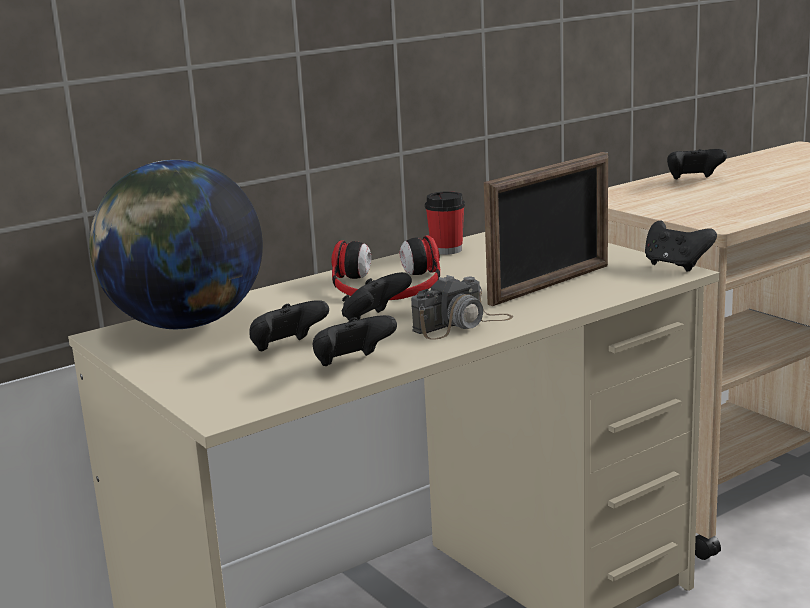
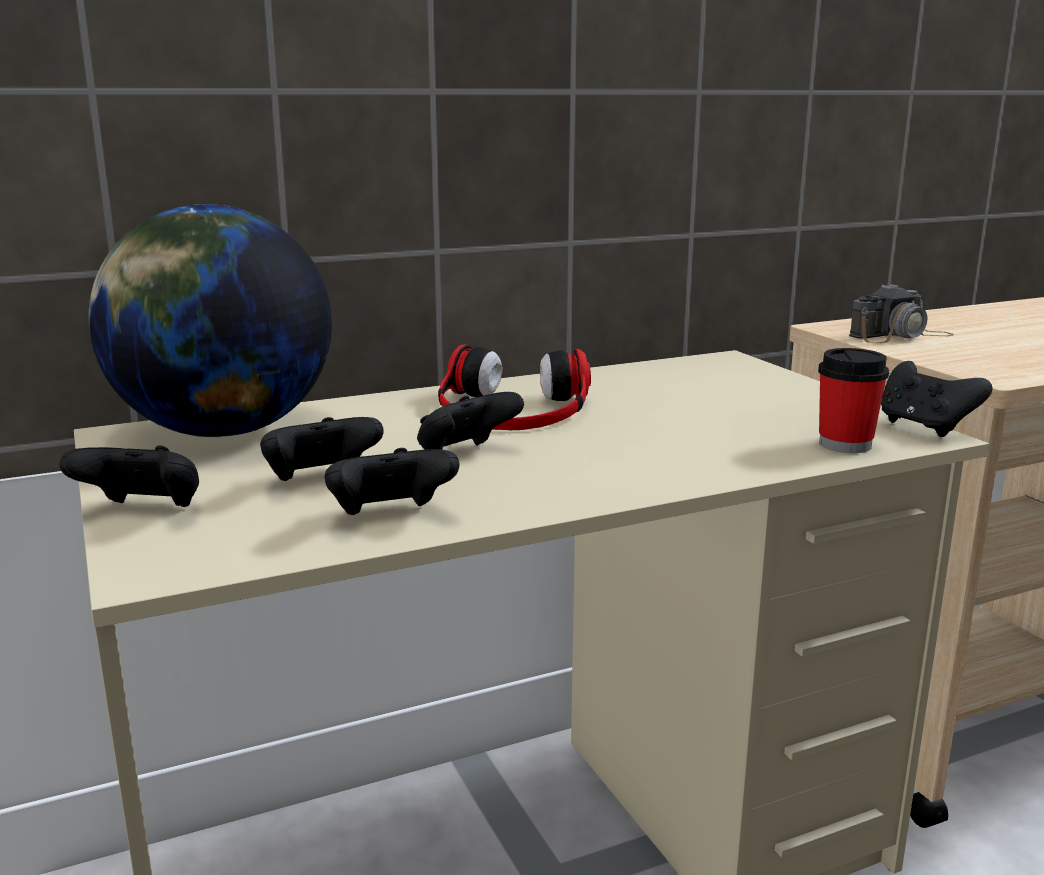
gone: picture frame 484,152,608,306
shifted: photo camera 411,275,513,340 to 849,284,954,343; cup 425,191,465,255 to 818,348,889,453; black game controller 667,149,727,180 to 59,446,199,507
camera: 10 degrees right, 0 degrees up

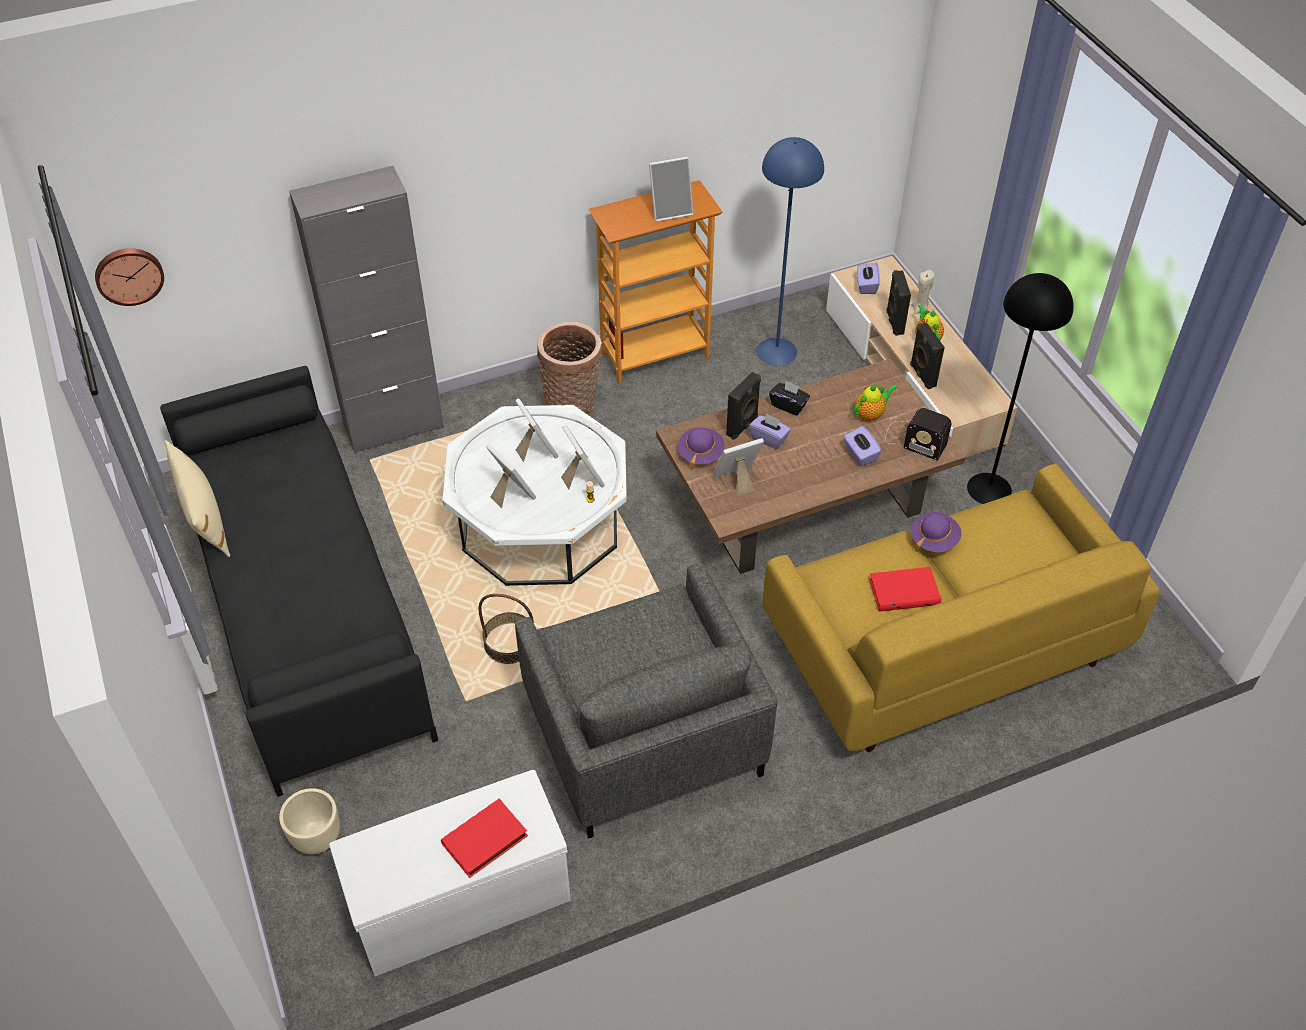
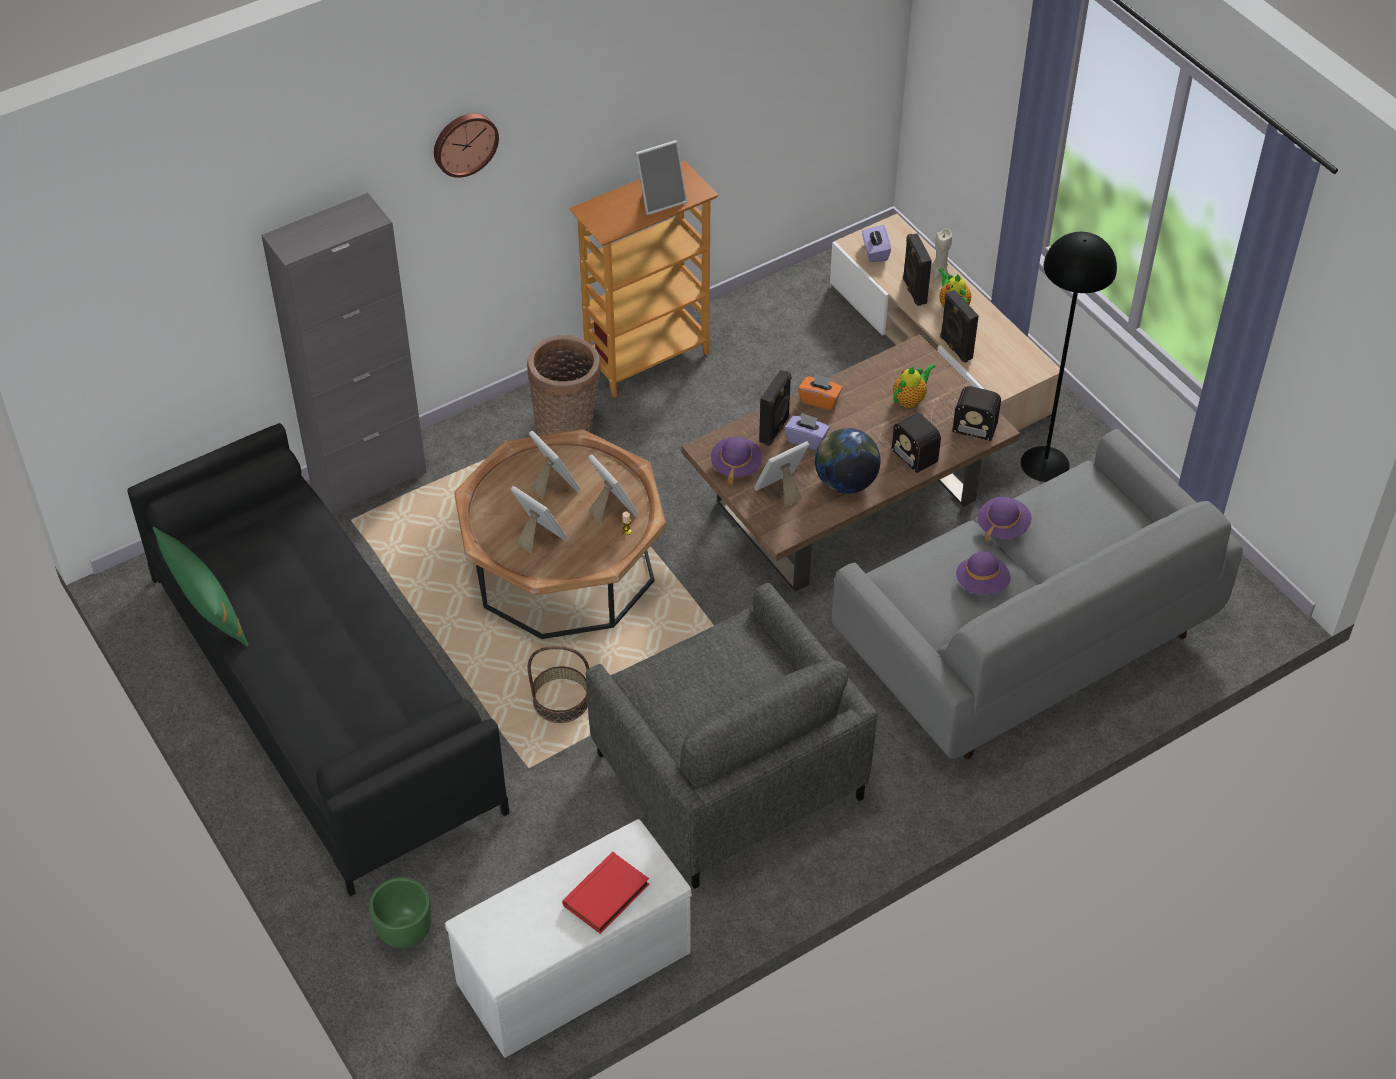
gone: blue floor lamp 757,137,824,366
new: globe 815,428,881,494
shifted: wall clock 95,248,164,306 to 434,114,499,178
swapped: purple tissue box 844,426,881,466 to radio 879,412,941,473; red book 869,567,941,612 to purple hat 956,551,1011,595
repainted: beige pillow 165,440,230,557 to green pillow 153,527,249,646; beige planter 279,788,340,854 to green planter 369,877,431,948; white coffee table 443,405,627,586 to brown coffee table 454,429,666,639; yellow sofa 762,464,1160,752 to grey sofa 832,429,1243,759; black tissue box 769,380,810,416 to orange tissue box 798,374,843,410
camera: 10 degrees left, 0 degrees up

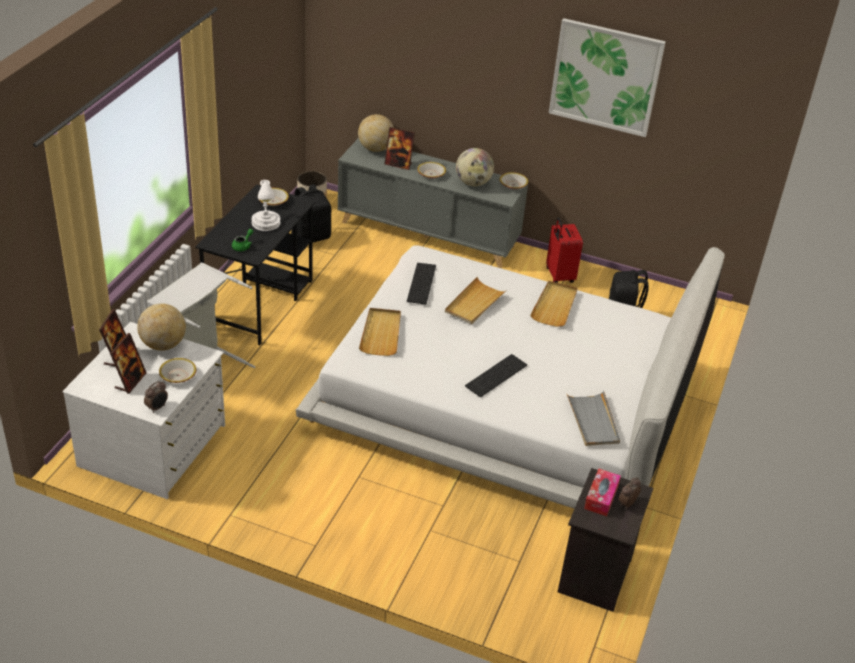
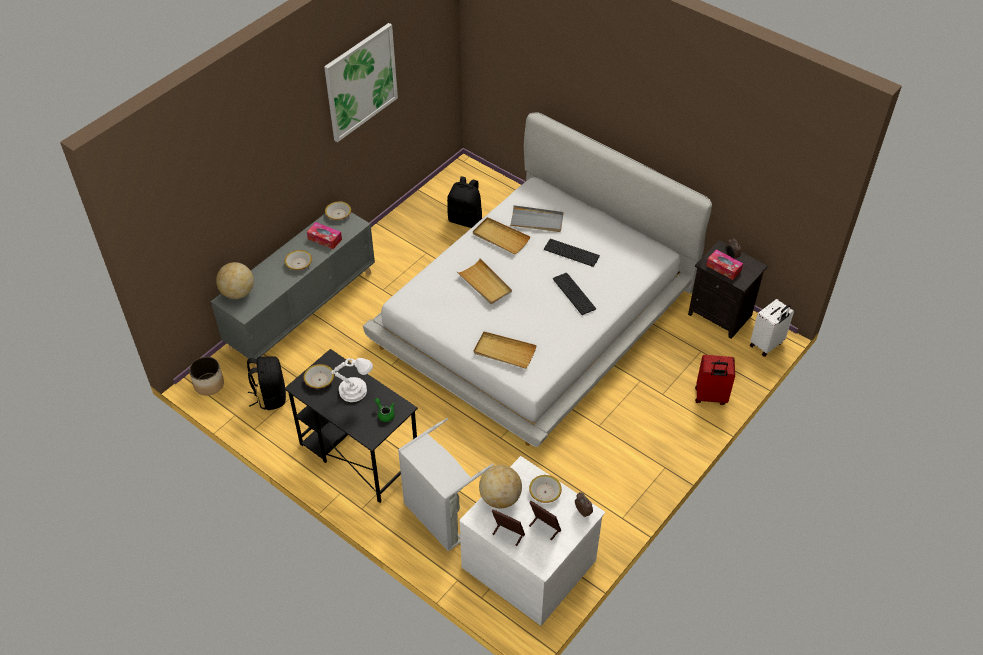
gone: picture frame 384,127,415,170
new: white suitcase 750,299,794,357
shifted: keyboard 407,263,436,305 to 544,239,600,267; red suitcase 546,218,583,283 to 695,355,735,405; grey tray 566,391,620,446 to 510,205,563,232
swapped: globe 456,148,494,186 to tissue box 307,222,342,249
camera: 70 degrees left, 10 degrees up

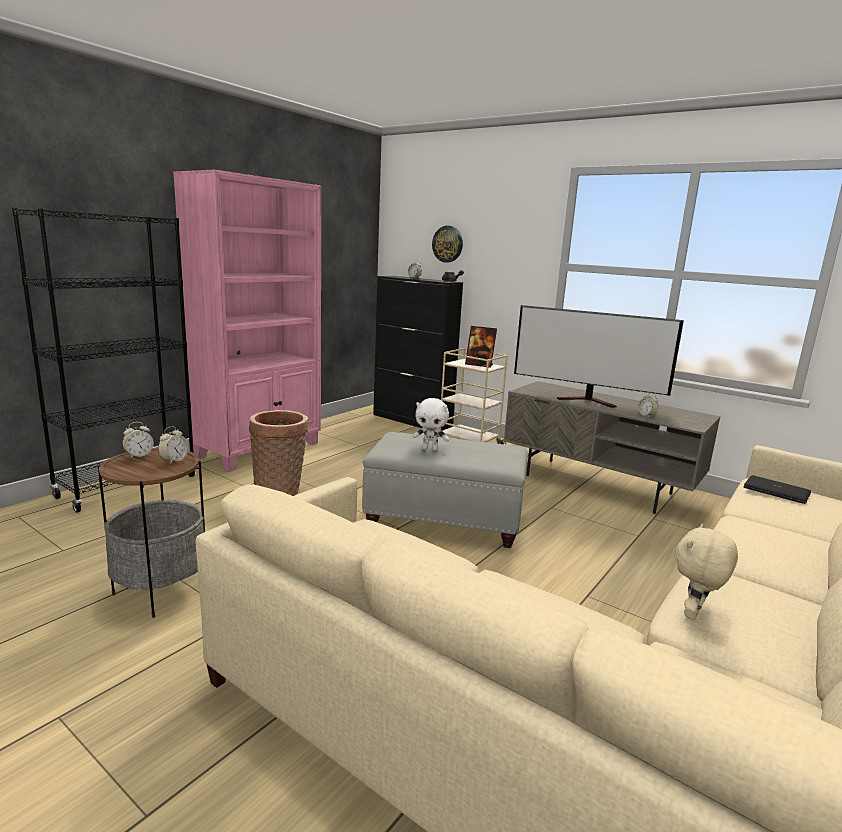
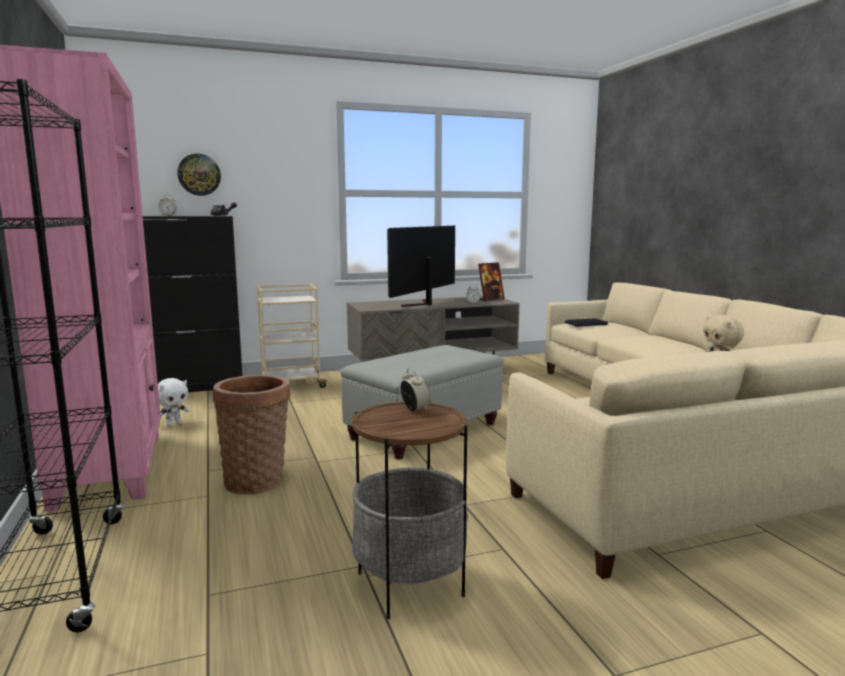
gone: alarm clock 123,422,154,458
shifted: white plush toy 412,398,449,451 to 158,378,190,427; picture frame 465,326,497,368 to 478,262,505,301
rotated: television 514,305,684,408 = 387,226,455,307 150 degrees clockwise
camera: 55 degrees left, 5 degrees down

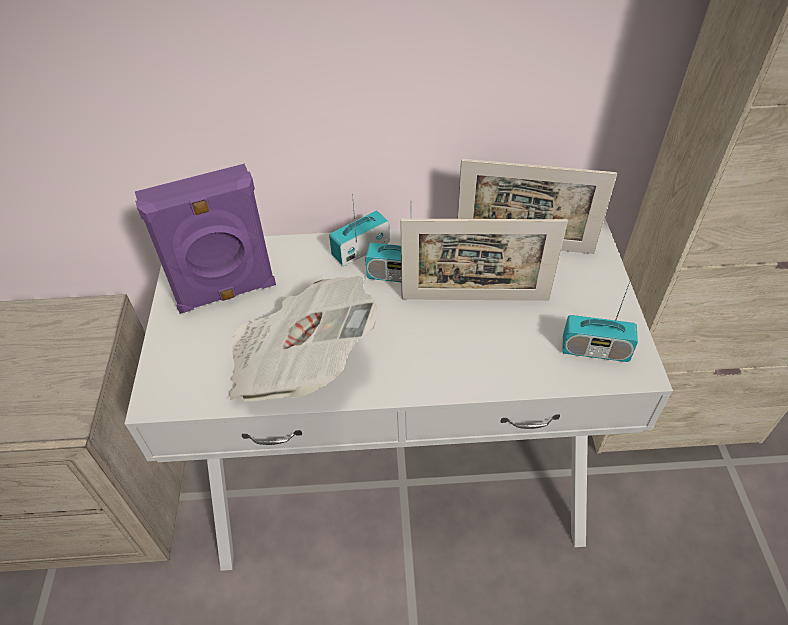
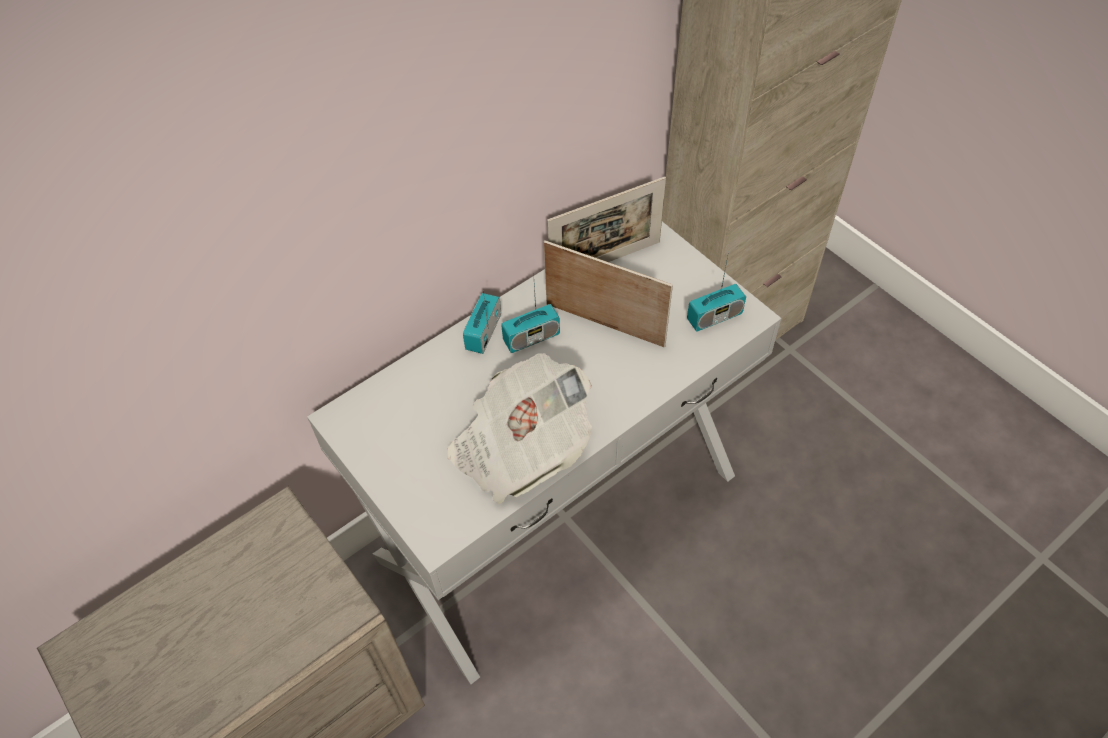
gone: purple speaker 135,164,276,314
rotated: picture frame 400,219,568,301 = 544,240,673,347 120 degrees counterclockwise
camera: 35 degrees left, 5 degrees up

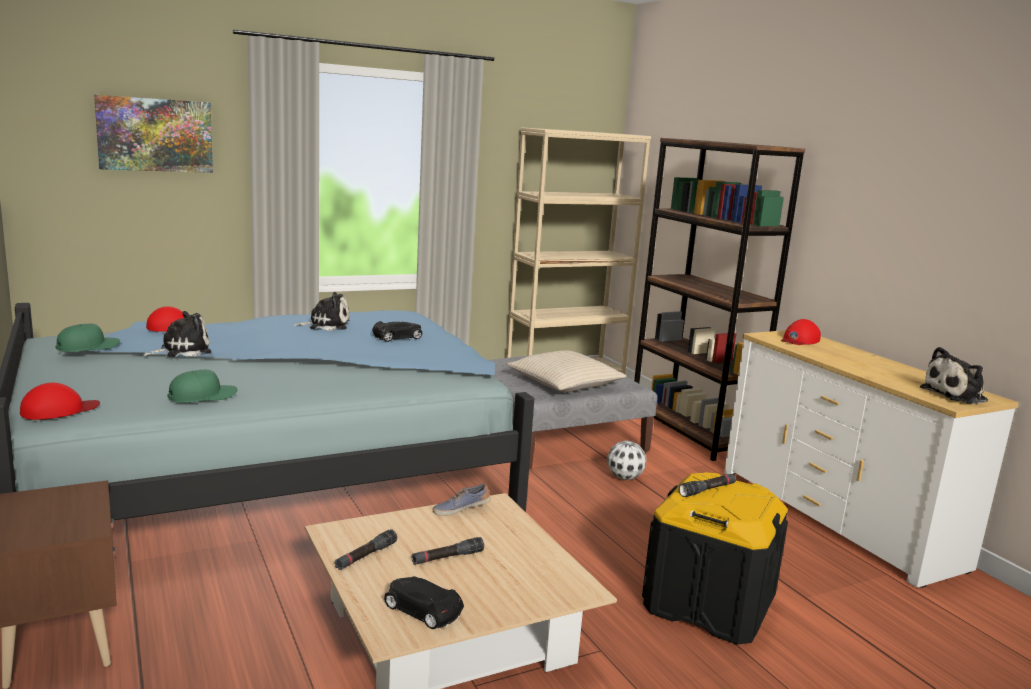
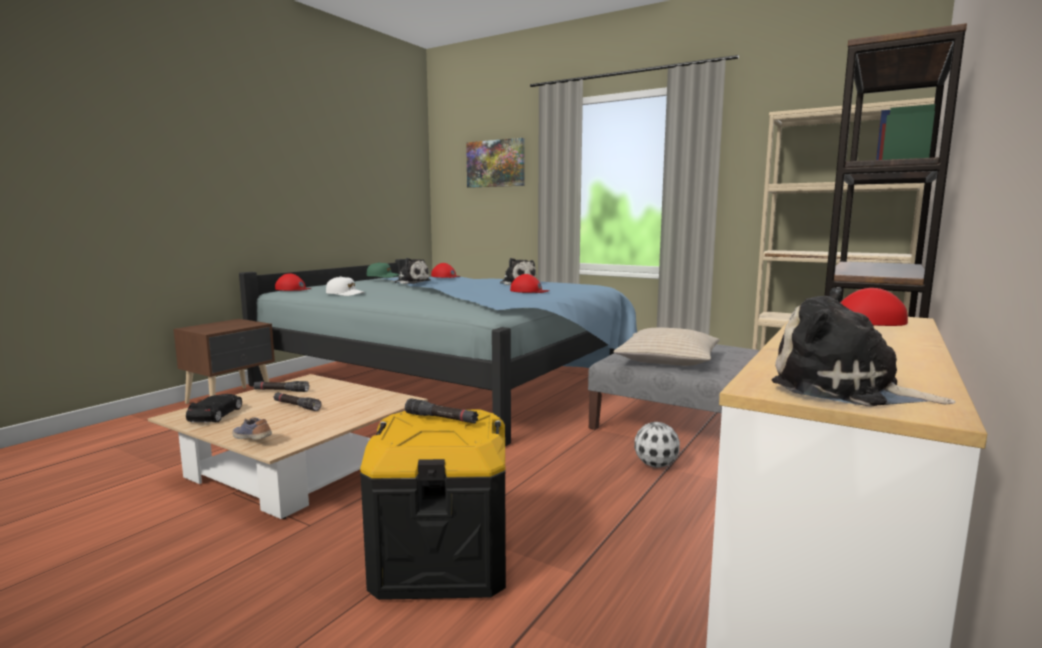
shifted: shoe 433,484,491,516 to 232,417,272,440
swapped: black toy car 372,321,422,342 to red cap 510,274,550,293
repainted: green cap 167,370,238,403 to white cap 326,276,365,296
camera: 60 degrees right, 5 degrees down

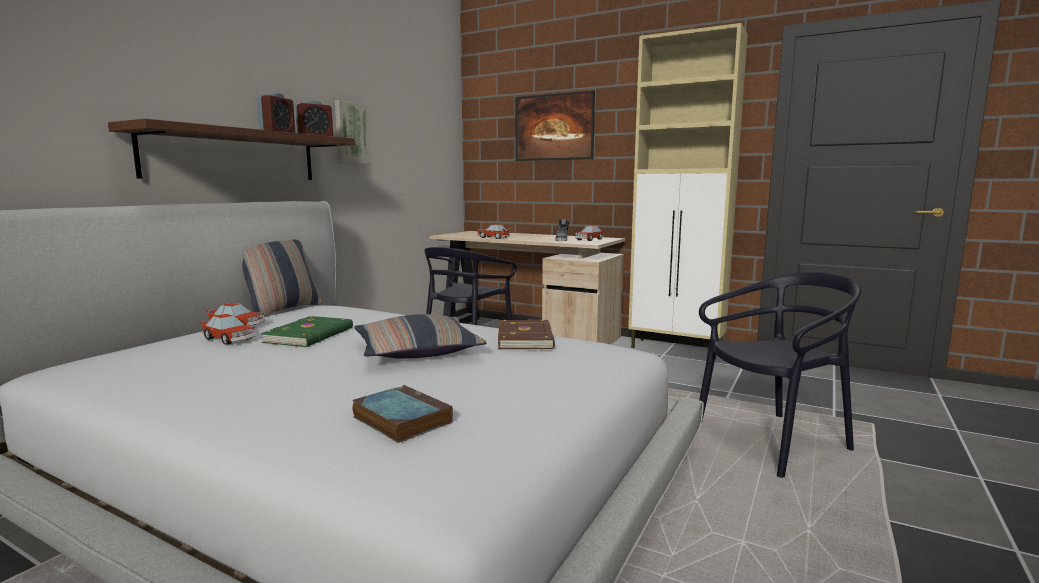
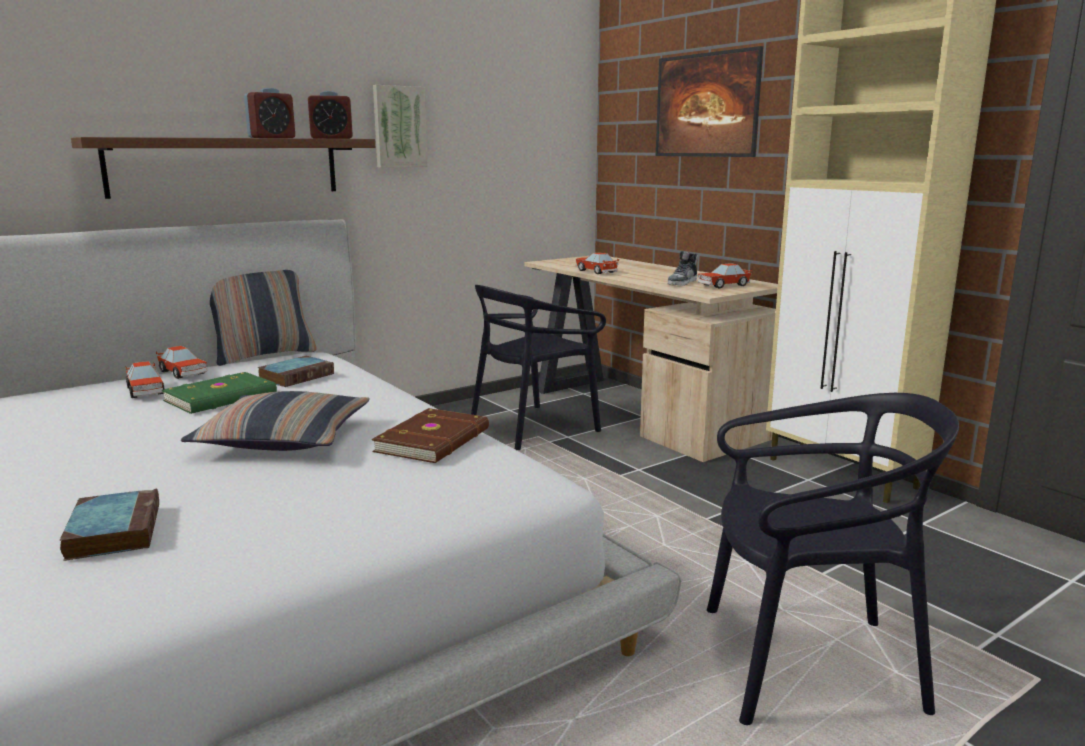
new: book 257,356,334,387
camera: 25 degrees right, 5 degrees up

